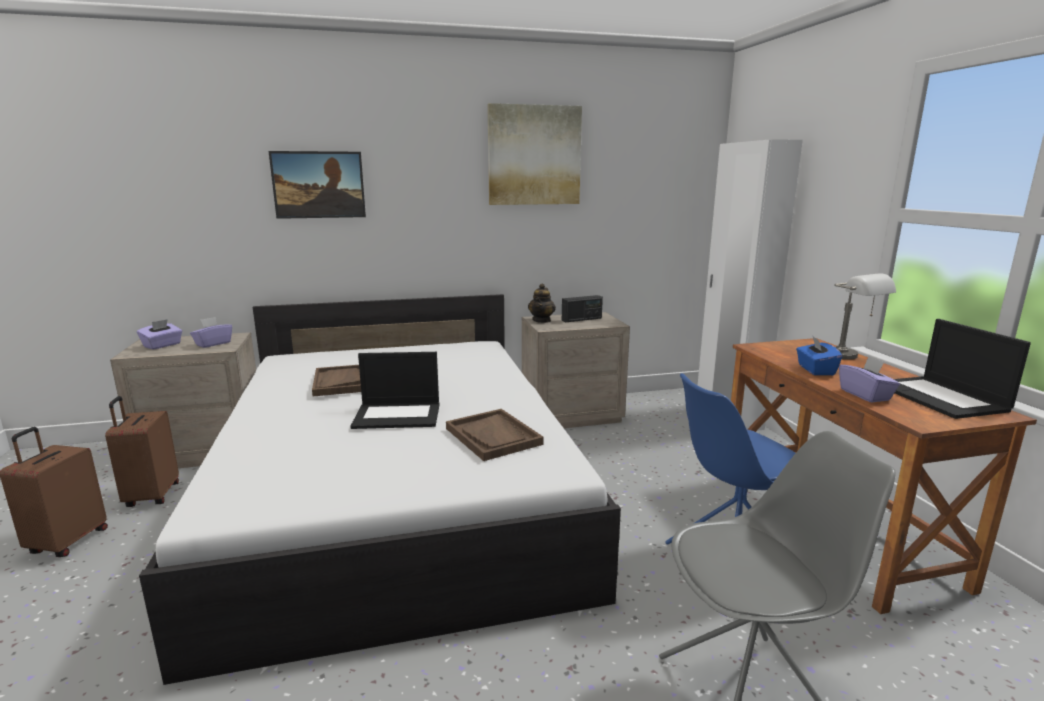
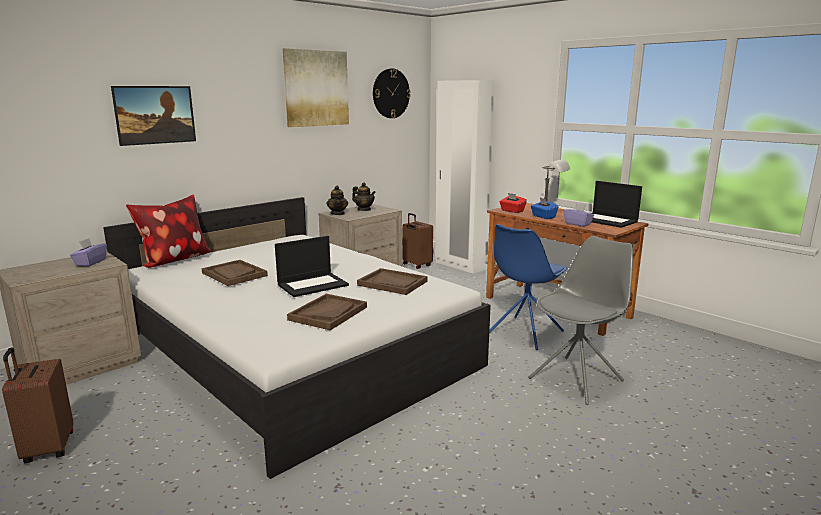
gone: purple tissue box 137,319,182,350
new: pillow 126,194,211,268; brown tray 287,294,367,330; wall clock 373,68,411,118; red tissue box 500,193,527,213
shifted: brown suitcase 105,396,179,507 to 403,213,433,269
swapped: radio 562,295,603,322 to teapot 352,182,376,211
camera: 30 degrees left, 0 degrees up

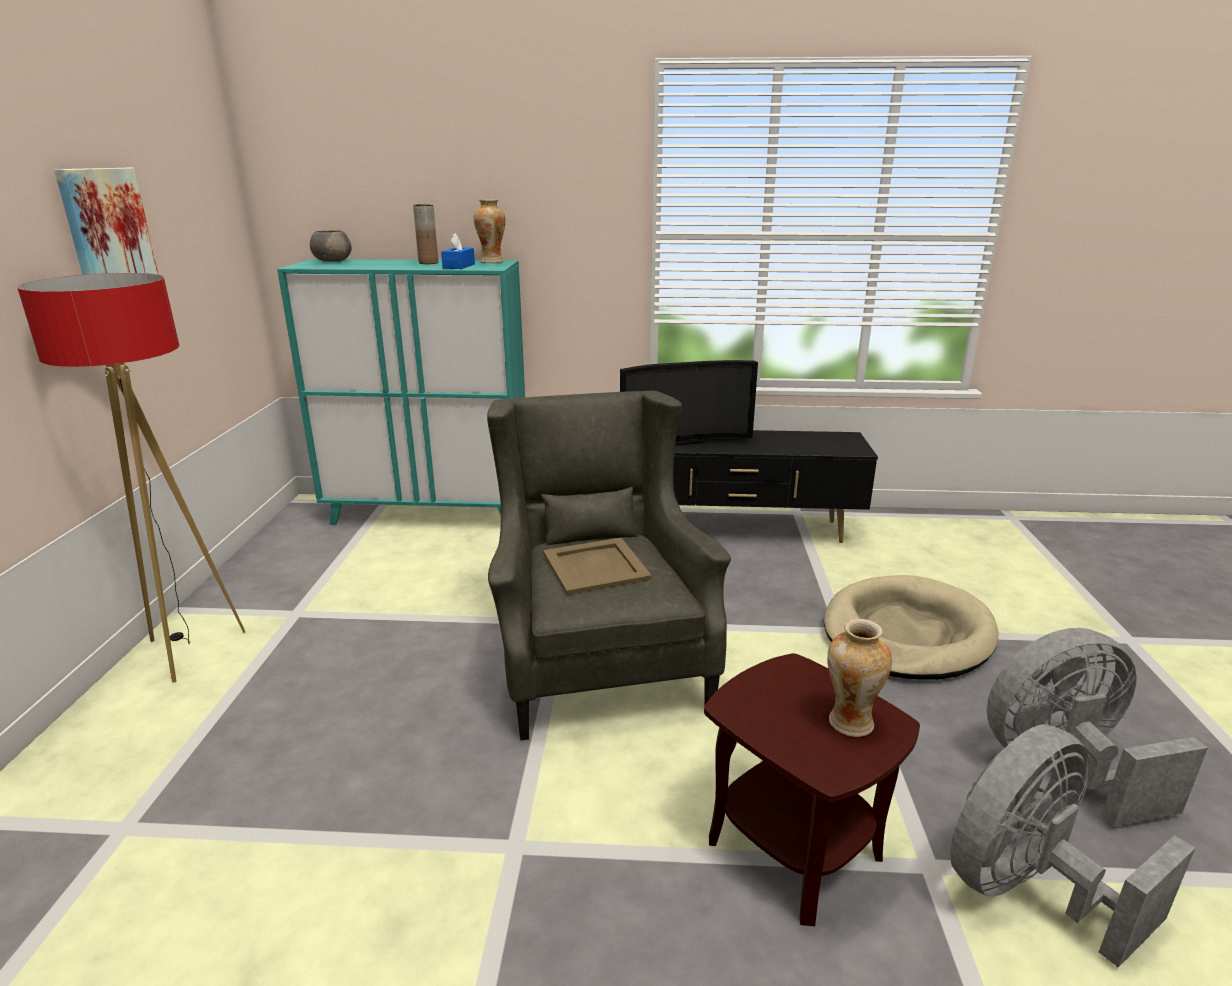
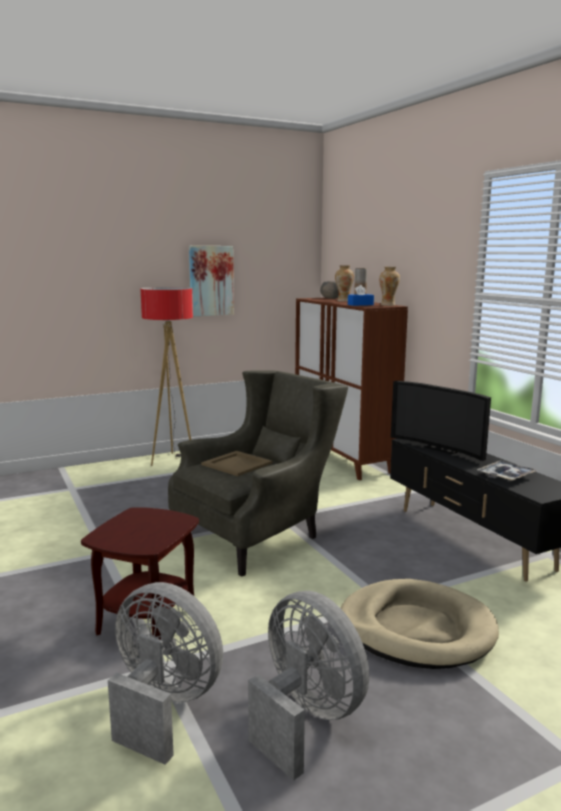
new: tray 476,461,536,481
shifted: vase 827,619,892,737 to 335,265,354,302
repainted: turquoise cabinet 277,259,525,525 to brown cabinet 295,298,408,480
camera: 60 degrees right, 10 degrees down

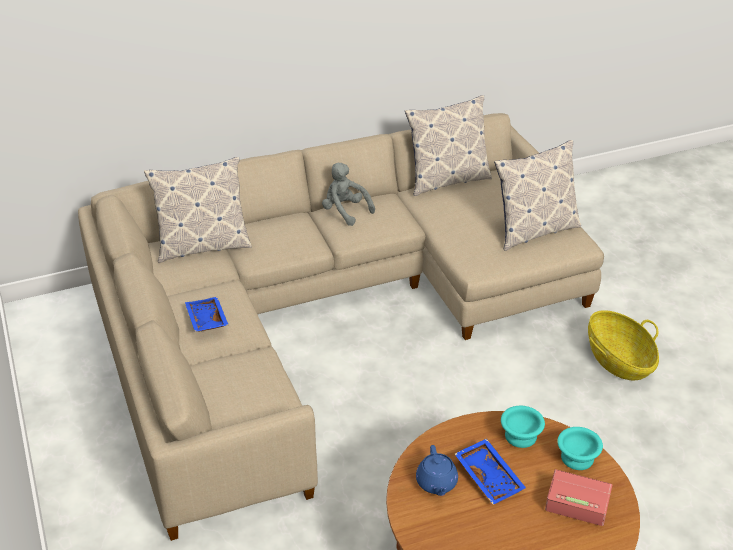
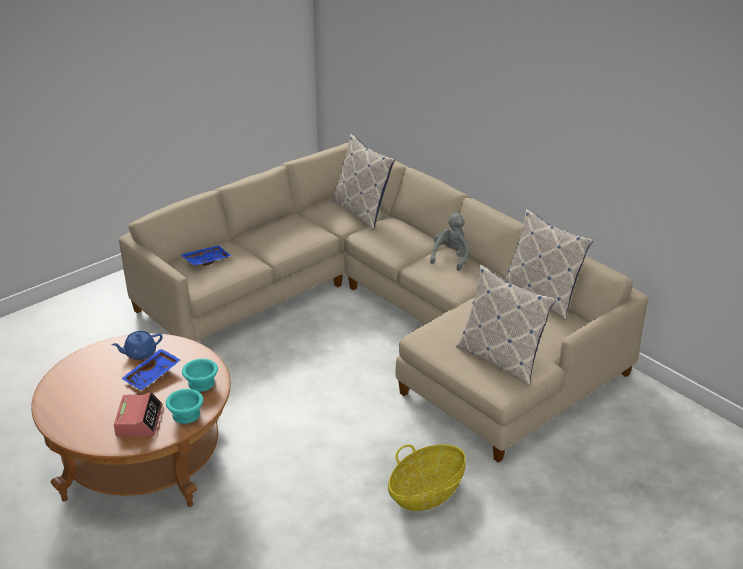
shifted: blue tray 185,297,229,332 to 180,245,231,266
camera: 70 degrees right, 5 degrees down

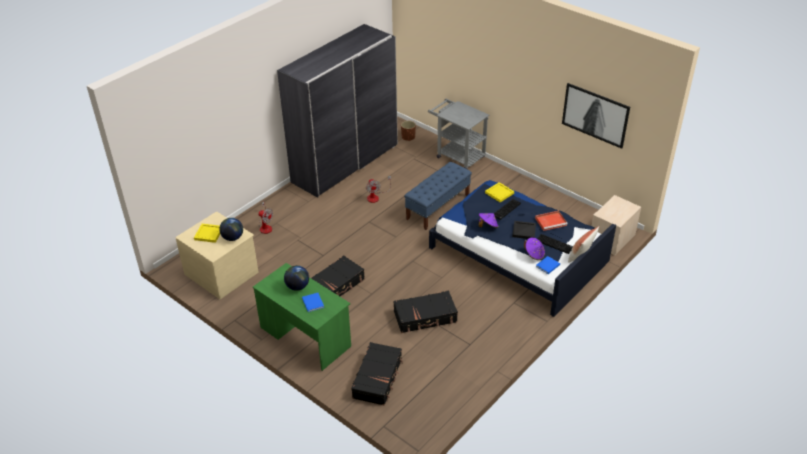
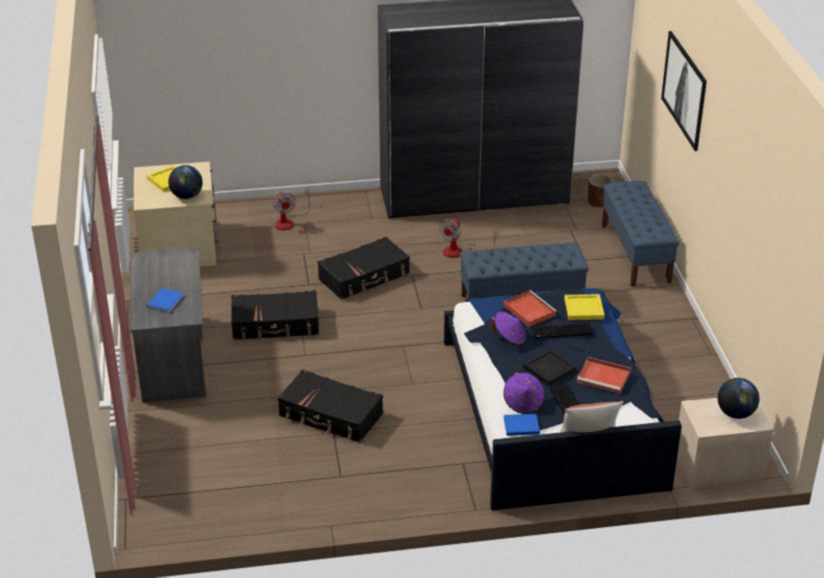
new: red tray 503,290,557,327
shifted: globe 284,265,309,291 to 718,378,759,419; black suitcase 351,342,403,406 to 318,237,410,300; picture 562,83,630,149 to 661,31,707,151
swapped: grey cart 428,99,489,169 to blue bench 602,181,679,287
repainted: green desk 253,263,351,371 to grey desk 130,247,206,403
camera: 40 degrees right, 5 degrees down

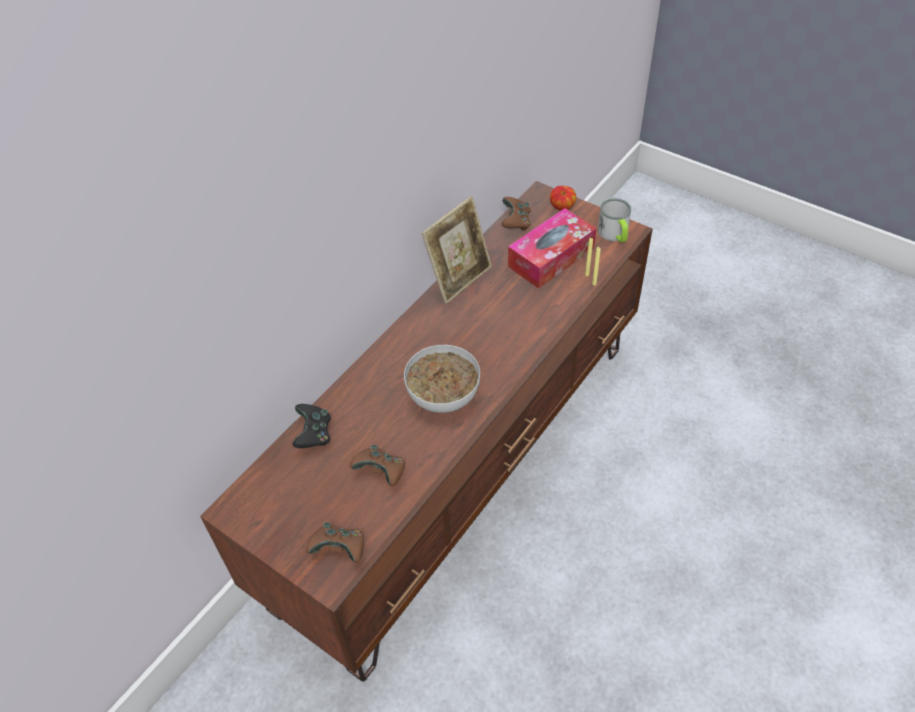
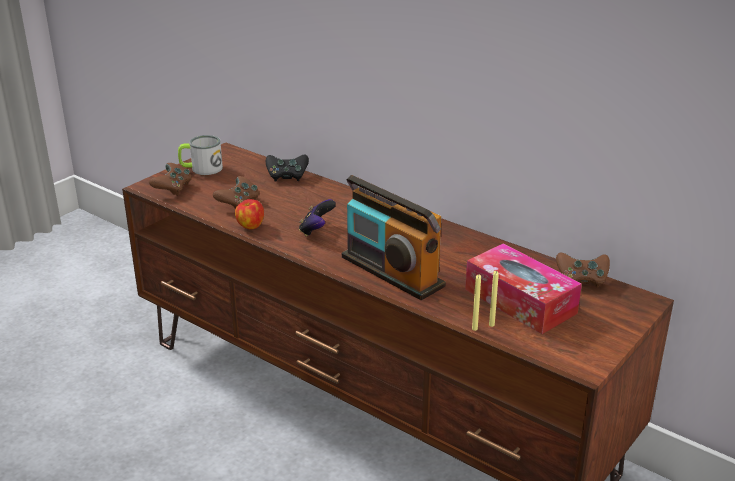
gone: picture frame 422,196,492,304
new: radio 342,175,446,300
shifted: apple 550,186,576,211 to 235,199,264,229; mug 598,198,631,243 to 178,135,223,175
swapped: bowl 404,345,480,413 to game controller 299,199,336,237
camera: 90 degrees right, 20 degrees down

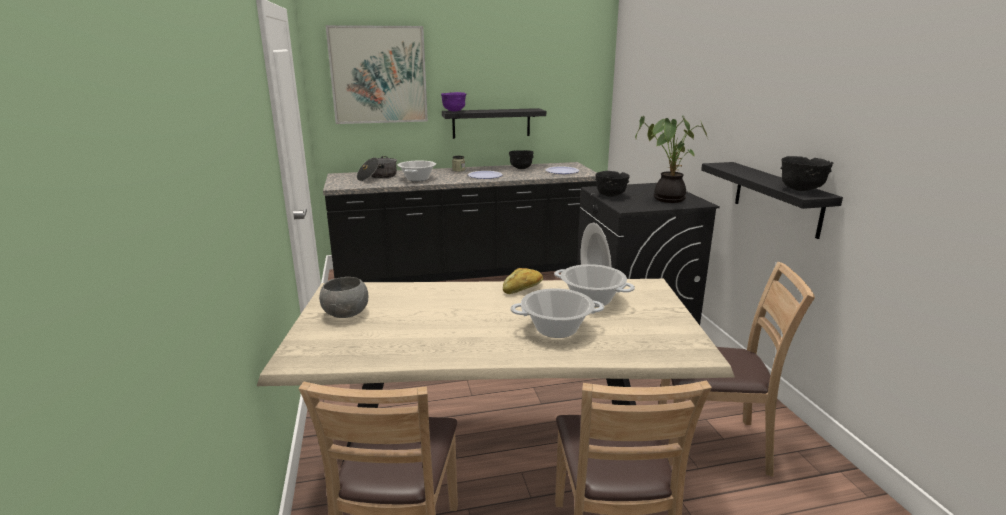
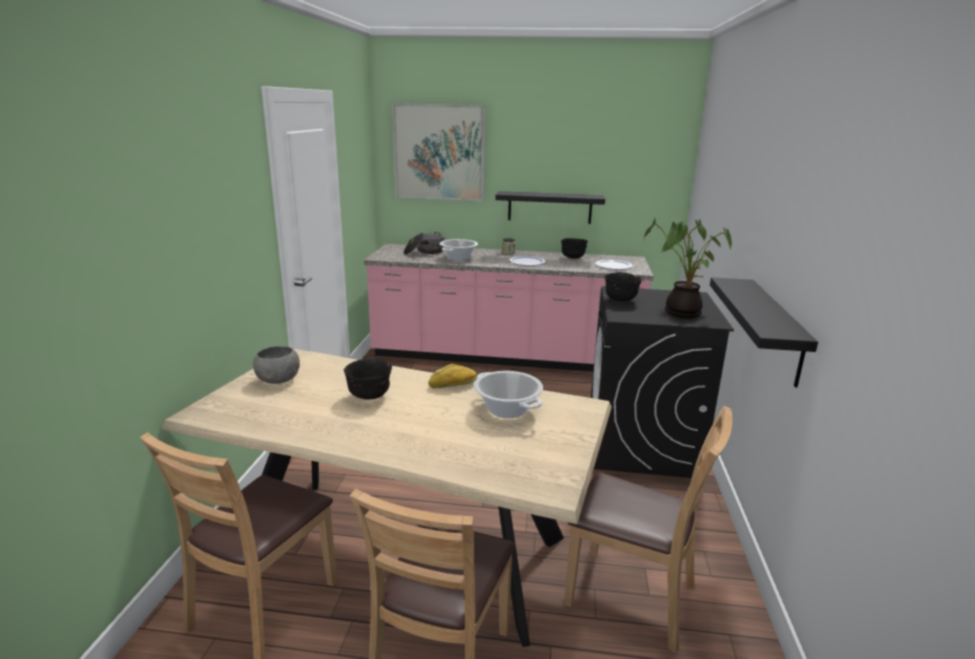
gone: purple bowl 441,92,467,112; cooking pot 511,288,604,338
shifted: black bowl 781,156,833,191 to 344,358,392,399
repainted: black counter 323,162,597,282 to pink counter 364,244,654,372
camera: 20 degrees right, 0 degrees up

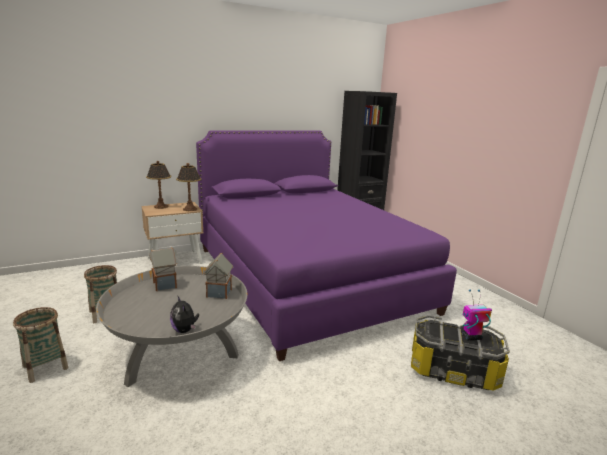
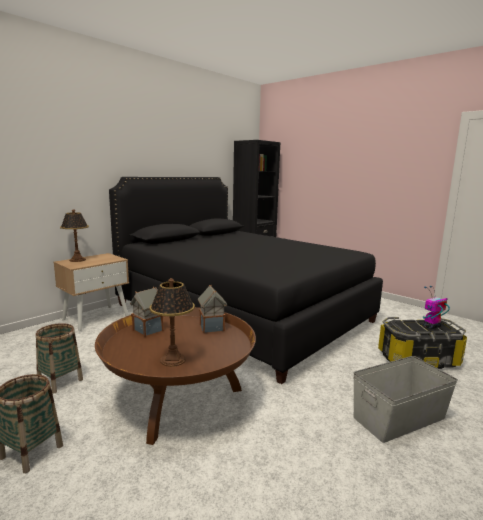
gone: plush toy 170,295,199,333
new: grey storage box 353,356,458,443
shifted: table lamp 176,163,201,211 to 149,278,195,367
repainted: grey coffee table 96,266,247,387 to brown coffee table 95,307,256,445; purple bed 196,130,457,361 to black bed 109,177,383,384
camera: 20 degrees left, 5 degrees down

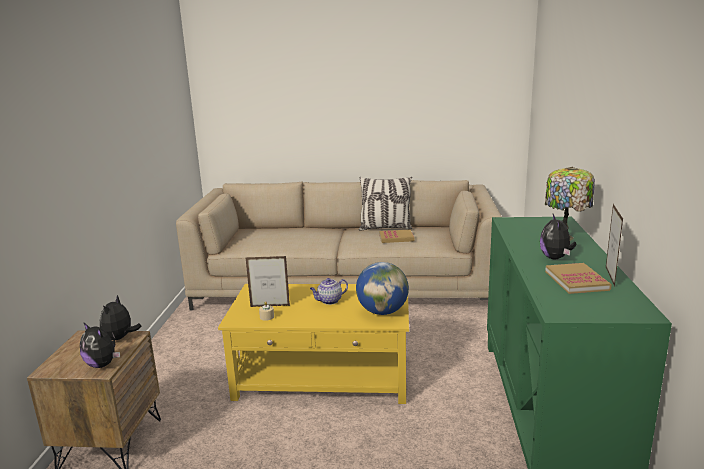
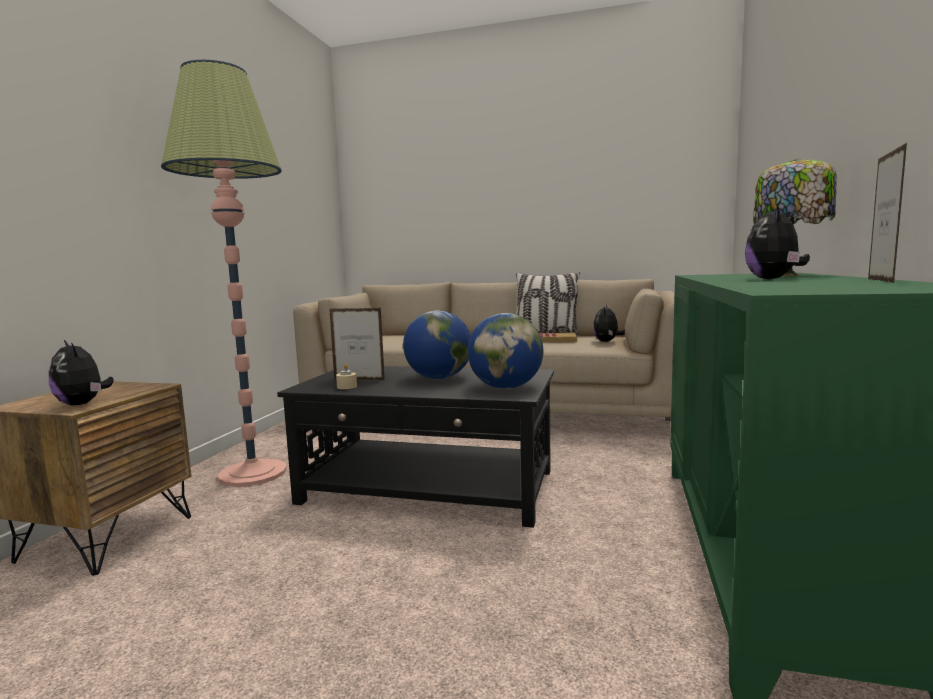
gone: book 545,263,612,294
new: floor lamp 161,60,287,487
shifted: plush toy 100,295,142,340 to 593,305,625,342
swapped: teapot 310,278,348,305 to globe 403,310,471,379
repainted: yellow coffee table 218,284,409,404 to black coffee table 277,366,554,528
camera: 10 degrees right, 10 degrees down

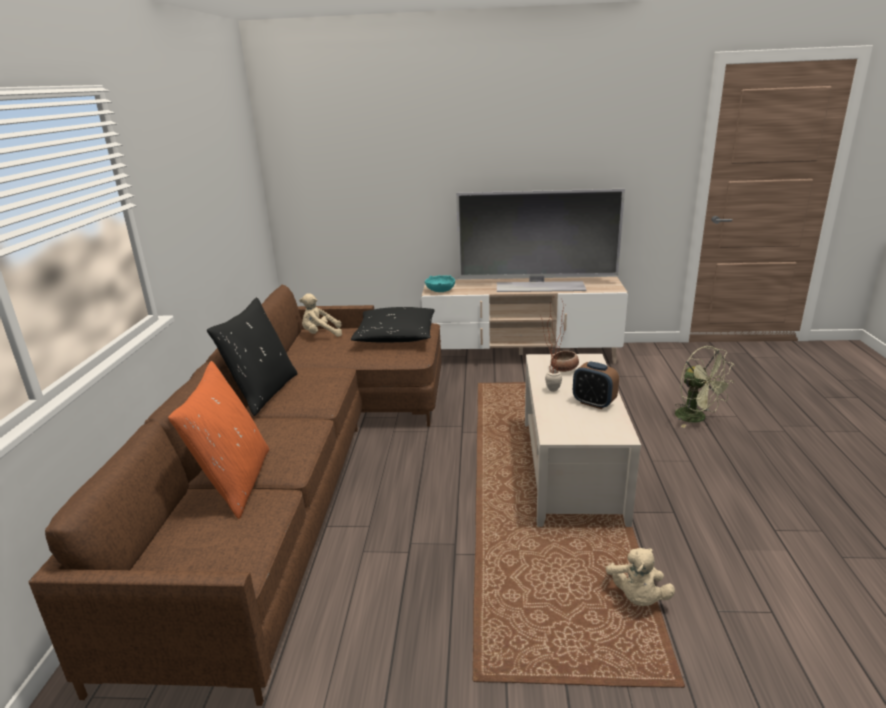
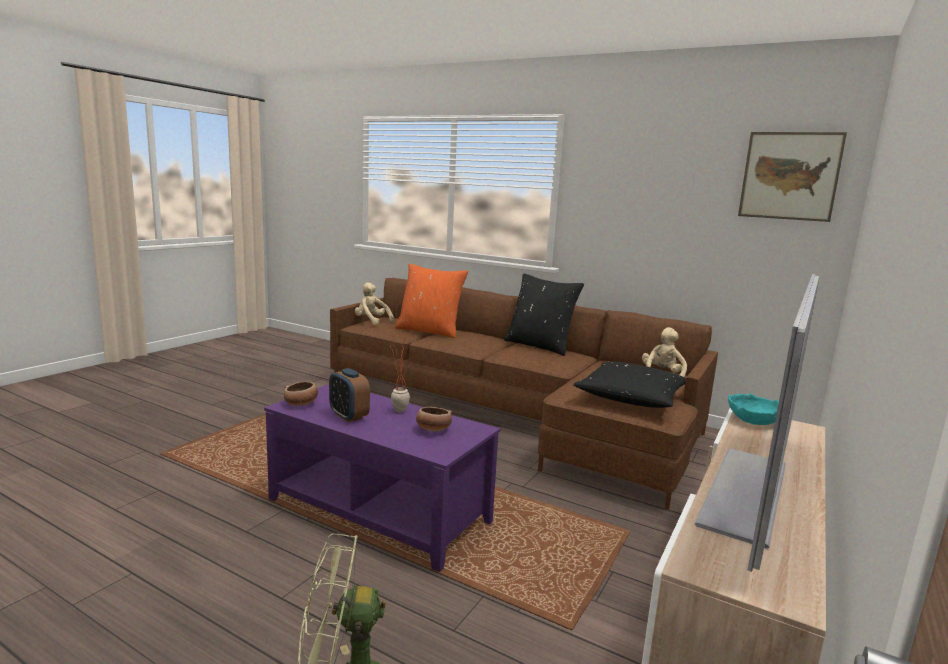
new: bowl 284,381,318,406; picture 738,132,847,222
shifted: beige plush toy 606,548,675,606 to 355,282,394,325
repainted: beige coffee table 525,354,641,527 to purple coffee table 264,384,500,572
rotated: alarm clock 573,362,619,409 = 329,368,370,422 105 degrees counterclockwise
camera: 115 degrees right, 10 degrees down

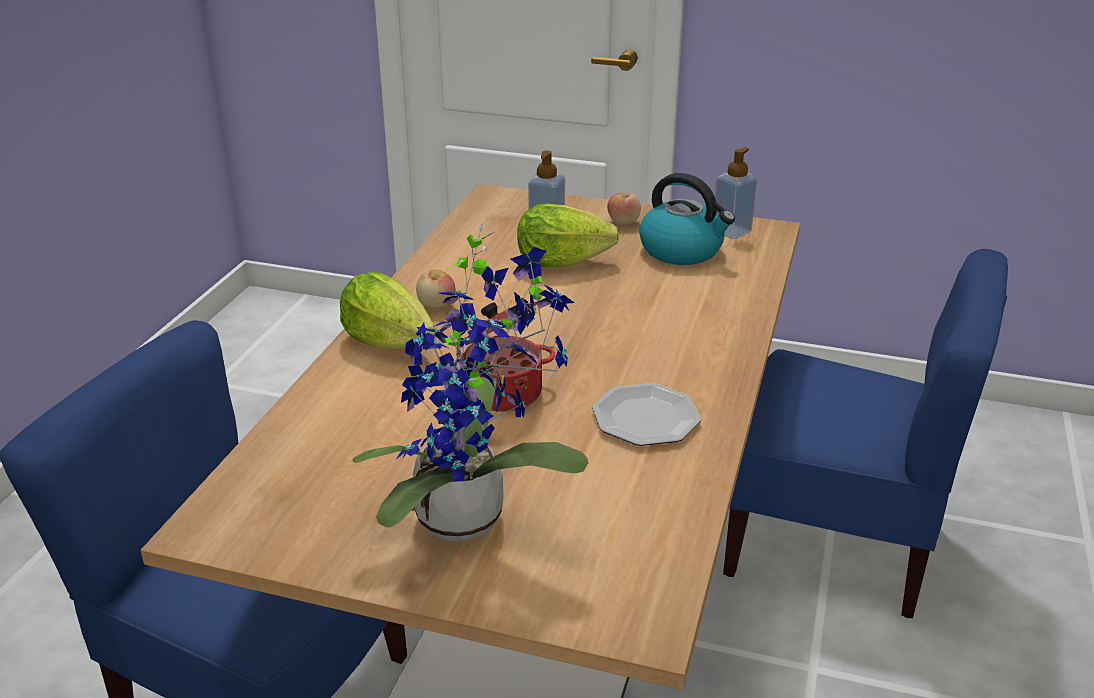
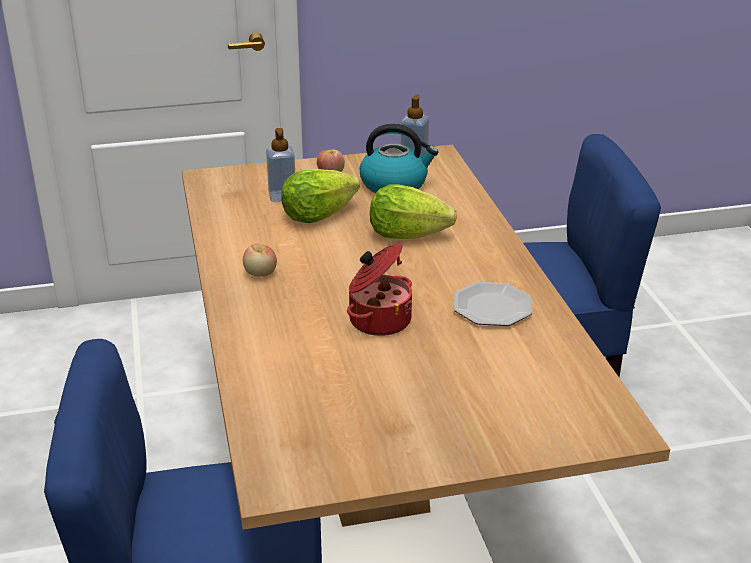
gone: potted plant 352,223,588,542
shifted: lettuce 340,271,436,349 to 370,184,457,239
camera: 30 degrees left, 0 degrees up

